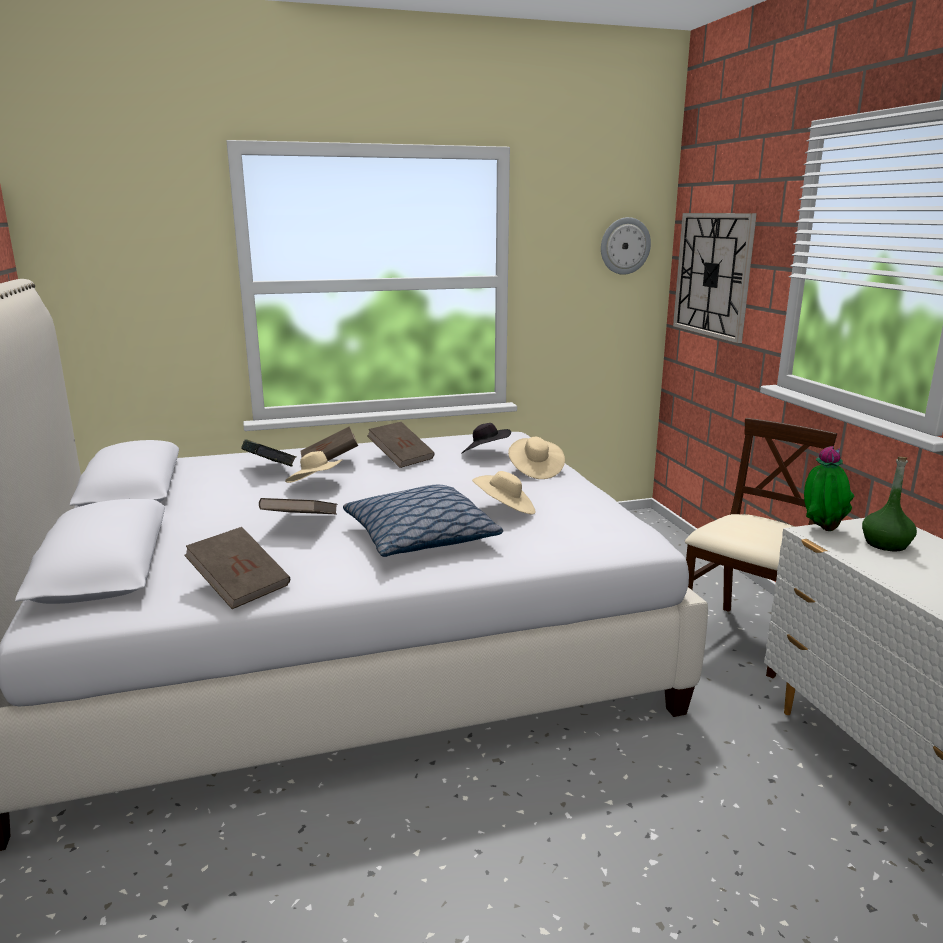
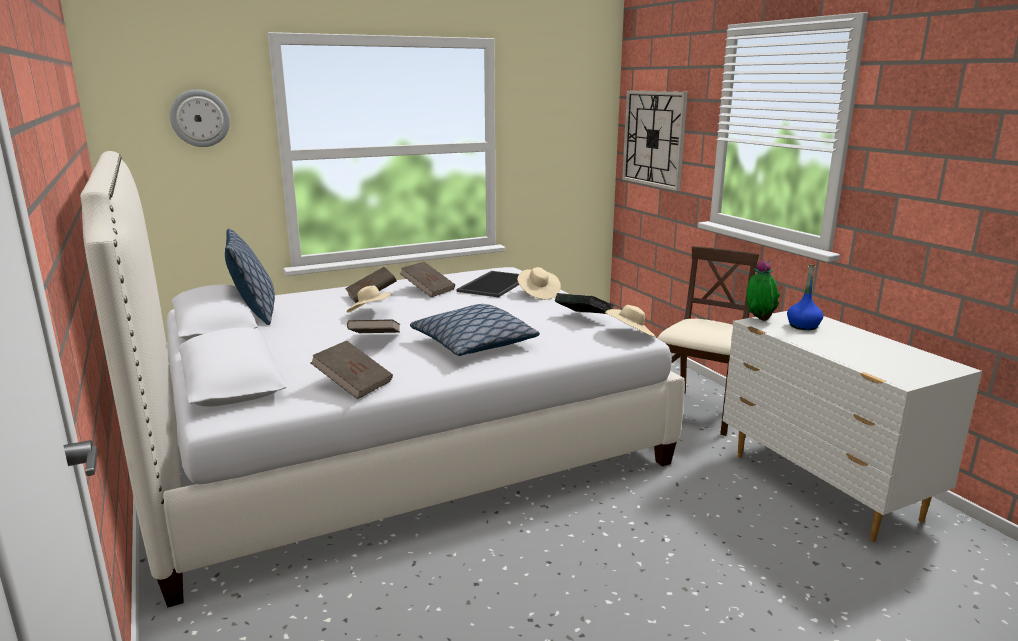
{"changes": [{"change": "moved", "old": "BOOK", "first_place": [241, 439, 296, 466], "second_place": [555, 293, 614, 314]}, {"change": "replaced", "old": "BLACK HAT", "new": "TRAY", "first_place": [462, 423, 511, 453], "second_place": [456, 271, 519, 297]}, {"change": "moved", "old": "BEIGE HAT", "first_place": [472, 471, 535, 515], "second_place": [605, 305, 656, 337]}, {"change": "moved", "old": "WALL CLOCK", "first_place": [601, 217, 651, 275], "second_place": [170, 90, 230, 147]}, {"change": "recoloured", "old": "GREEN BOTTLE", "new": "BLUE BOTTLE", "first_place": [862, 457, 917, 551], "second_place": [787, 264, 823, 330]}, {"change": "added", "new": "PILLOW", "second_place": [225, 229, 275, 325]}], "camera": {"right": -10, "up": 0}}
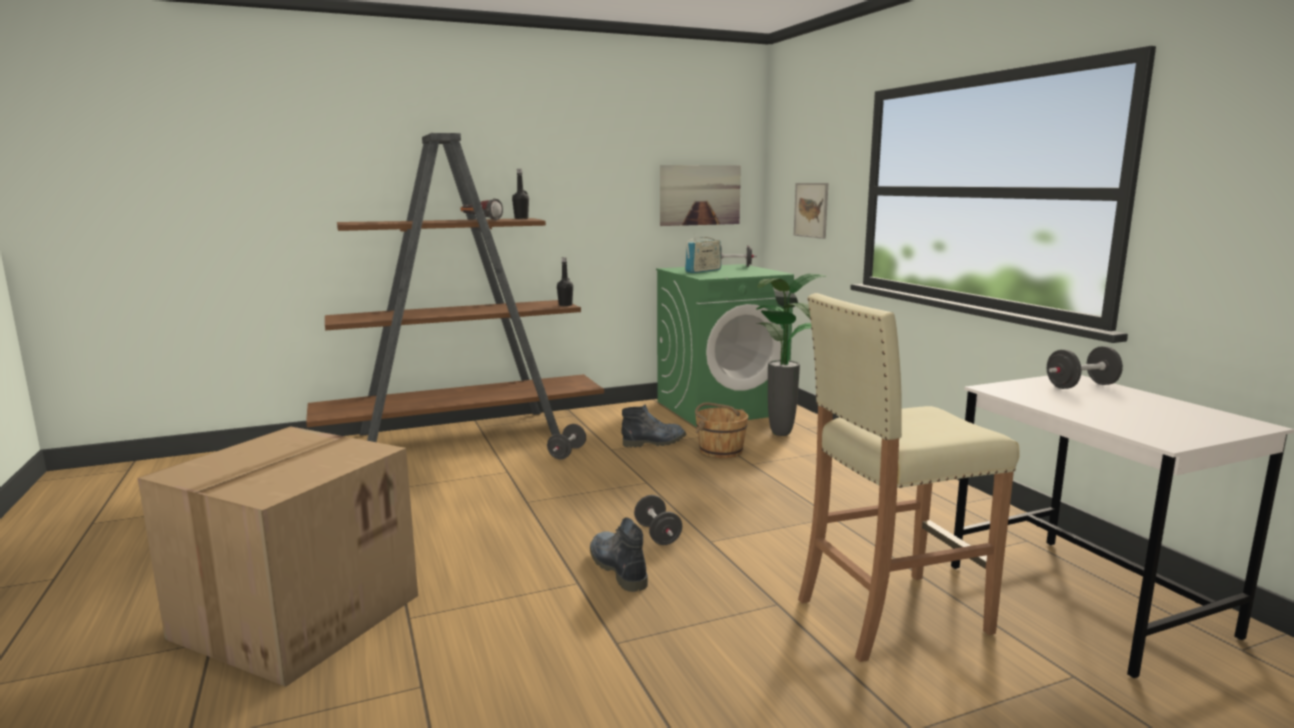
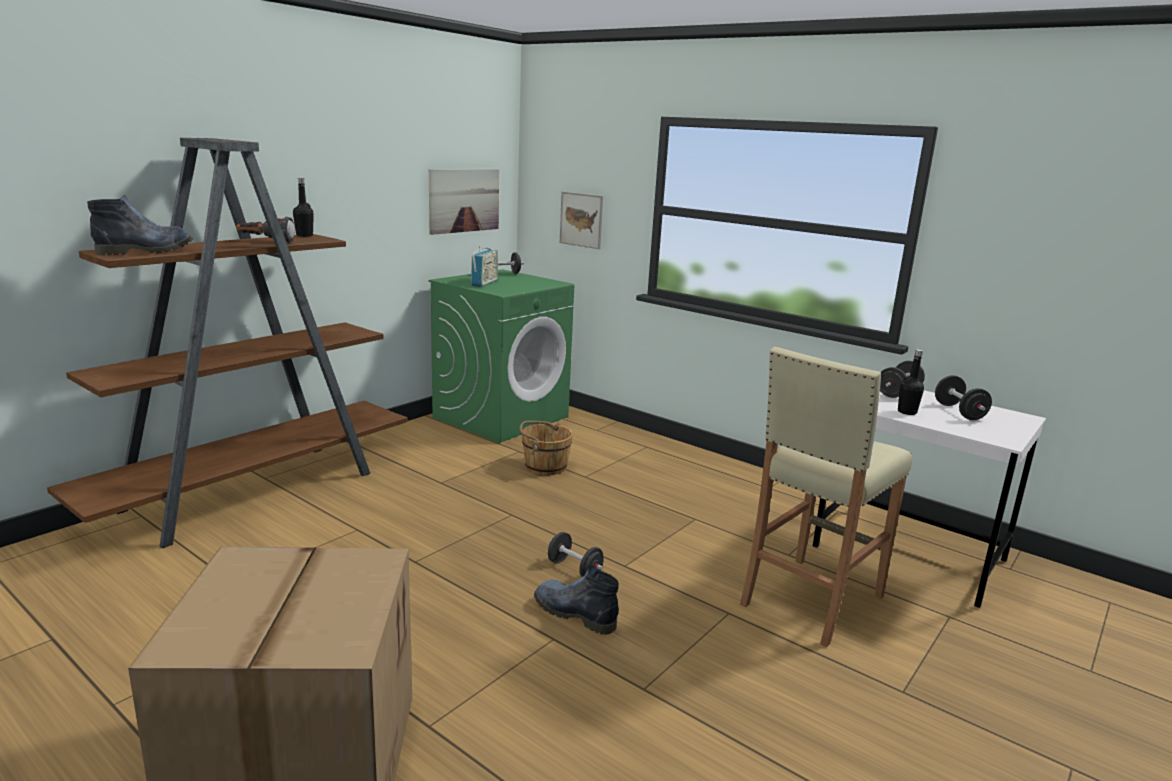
{"changes": [{"change": "moved", "old": "BLACK DUMBBELL", "first_place": [547, 424, 586, 459], "second_place": [935, 375, 992, 420]}, {"change": "moved", "old": "BLACK BOTTLE", "first_place": [557, 257, 573, 306], "second_place": [898, 349, 924, 415]}, {"change": "moved", "old": "BOOT", "first_place": [621, 404, 686, 448], "second_place": [87, 194, 193, 255]}, {"change": "removed", "old": "POTTED PLANT", "first_place": [756, 273, 827, 436]}], "camera": {"right": -30, "up": 5}}
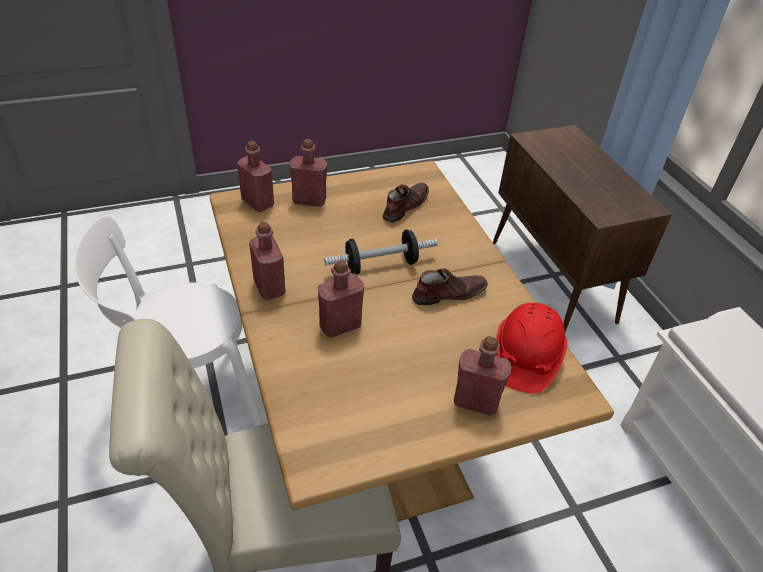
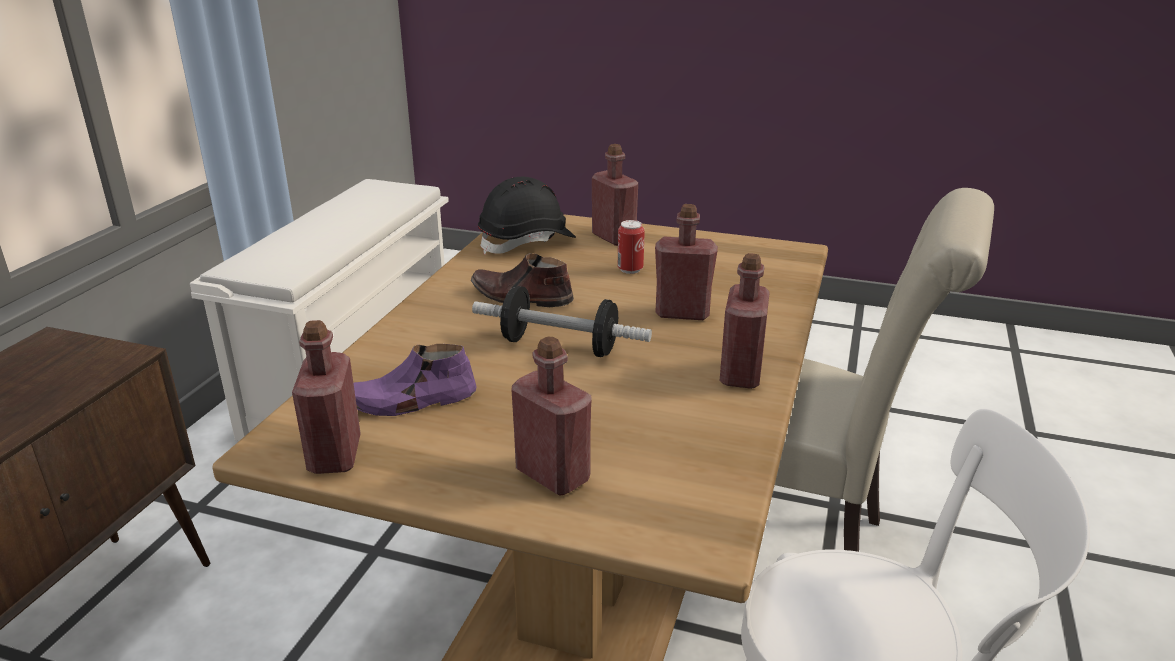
{"changes": [{"change": "moved", "old": "RED BOTTLE", "first_place": [237, 141, 274, 212], "second_place": [292, 320, 361, 474]}, {"change": "recoloured", "old": "BROWN SHOE", "new": "PURPLE SHOE", "first_place": [382, 182, 429, 223], "second_place": [353, 344, 476, 416]}, {"change": "recoloured", "old": "RED HARD HAT", "new": "BLACK HARD HAT", "first_place": [496, 303, 568, 394], "second_place": [478, 176, 576, 254]}, {"change": "added", "new": "CAN", "second_place": [618, 220, 645, 274]}], "camera": {"right": -140, "up": -15}}
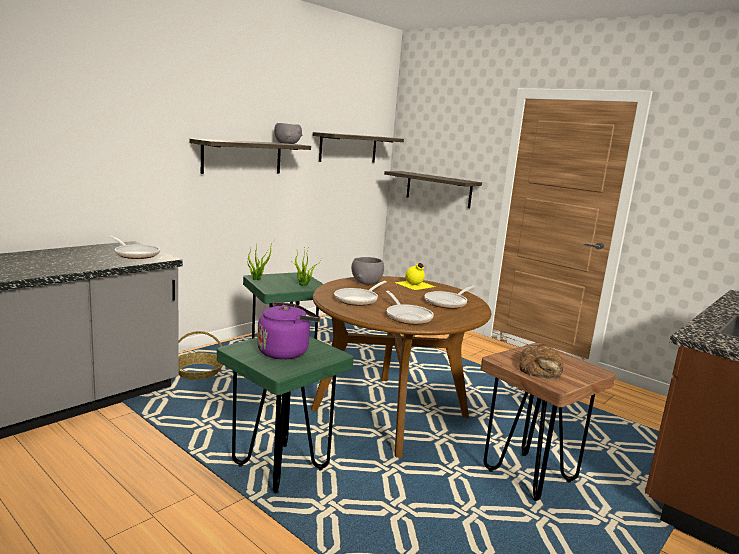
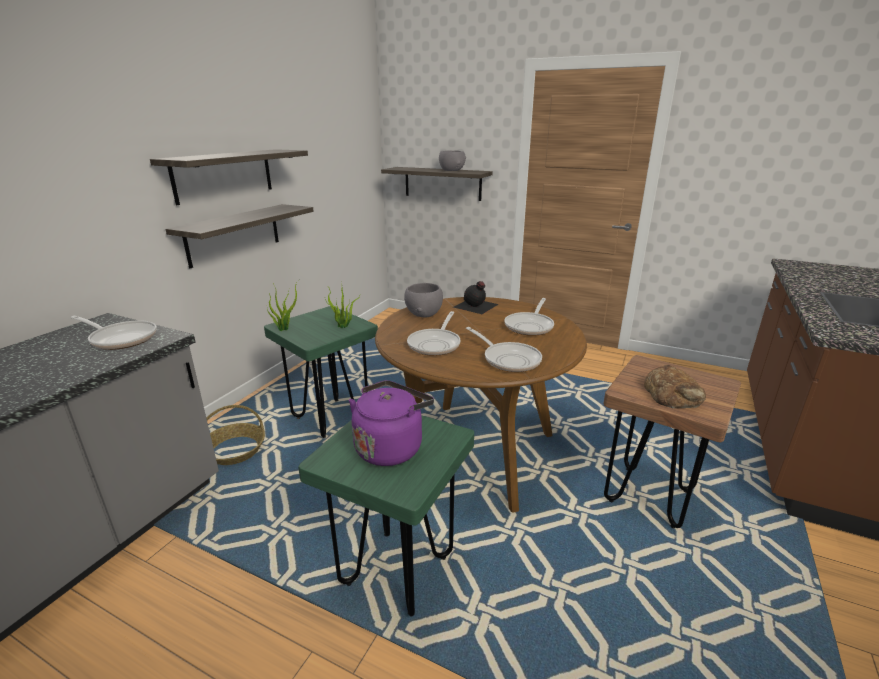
{"changes": [{"change": "moved", "old": "GREY BOWL", "first_place": [274, 123, 303, 144], "second_place": [439, 150, 466, 171]}, {"change": "moved", "old": "SHELF", "first_place": [313, 132, 404, 163], "second_place": [165, 204, 314, 268]}, {"change": "recoloured", "old": "YELLOW BOTTLE", "new": "BLACK BOTTLE", "first_place": [394, 263, 435, 290], "second_place": [453, 281, 499, 314]}], "camera": {"right": -15, "up": 10}}
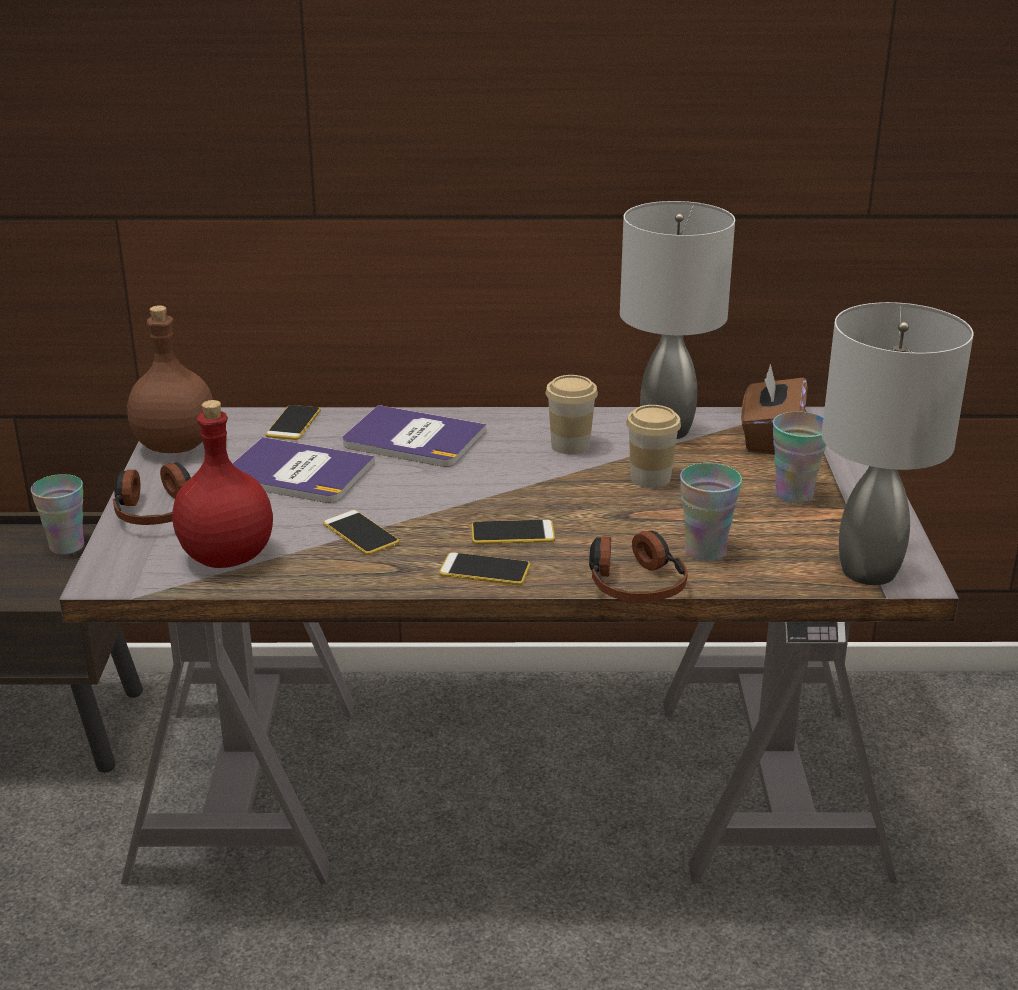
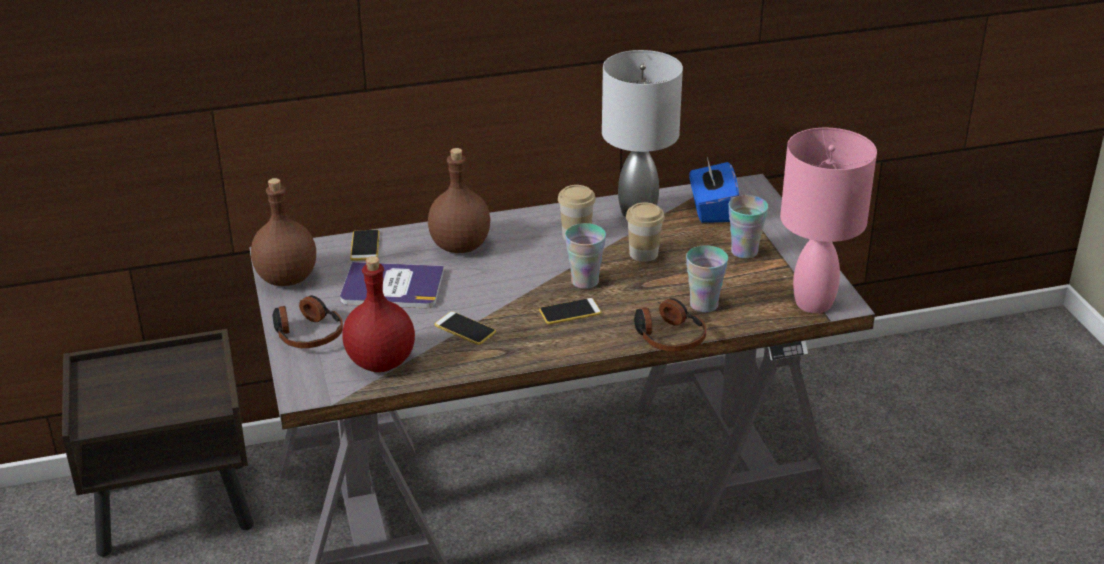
{"changes": [{"change": "moved", "old": "CUP", "first_place": [31, 474, 84, 554], "second_place": [565, 223, 606, 289]}, {"change": "replaced", "old": "BOOK", "new": "BROWN BOTTLE", "first_place": [343, 405, 486, 467], "second_place": [428, 148, 490, 253]}, {"change": "removed", "old": "PHONE", "first_place": [439, 552, 530, 585]}, {"change": "recoloured", "old": "BROWN TISSUE BOX", "new": "BLUE TISSUE BOX", "first_place": [741, 364, 807, 455], "second_place": [690, 157, 739, 223]}, {"change": "recoloured", "old": "GREY TABLE LAMP", "new": "PINK TABLE LAMP", "first_place": [822, 302, 974, 585], "second_place": [780, 128, 877, 313]}], "camera": {"right": -15, "up": 5}}
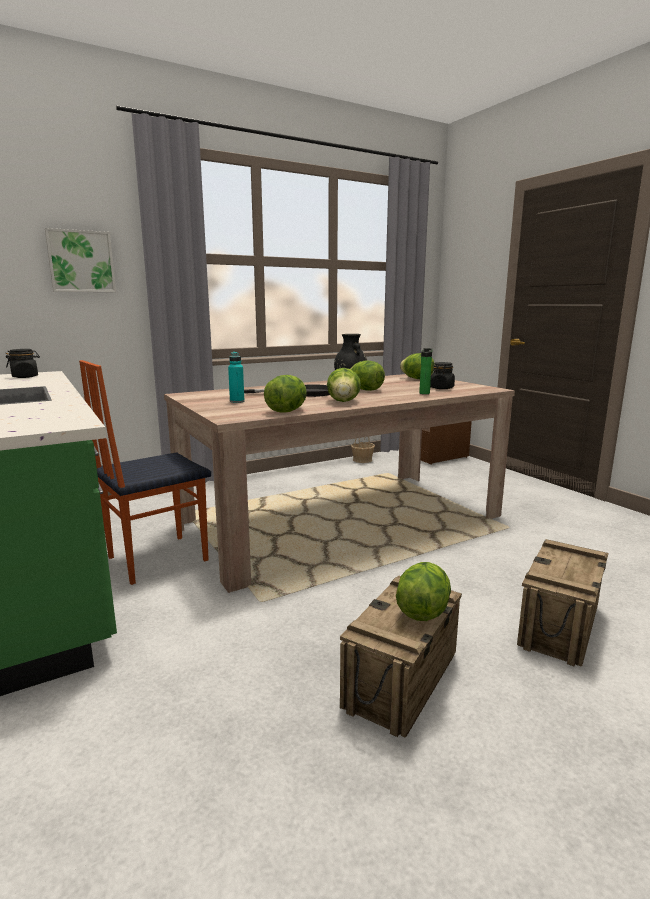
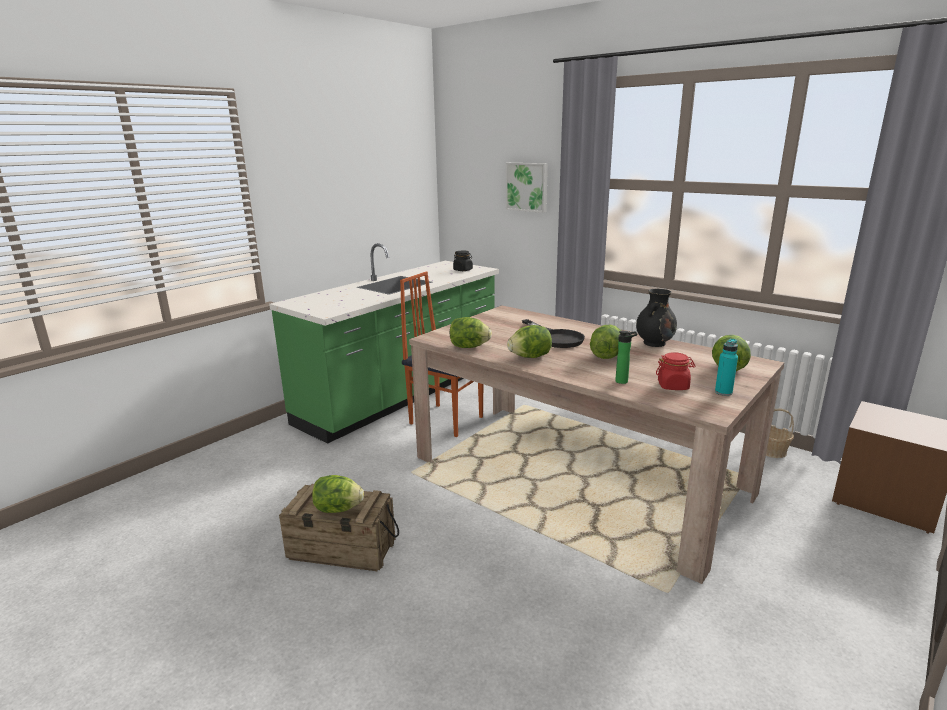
{"changes": [{"change": "moved", "old": "TURQUOISE BOTTLE", "first_place": [228, 352, 245, 403], "second_place": [715, 339, 738, 396]}, {"change": "recoloured", "old": "BLACK JAR", "new": "RED JAR", "first_place": [430, 362, 455, 389], "second_place": [656, 352, 695, 390]}, {"change": "removed", "old": "CRATE", "first_place": [517, 539, 608, 667]}], "camera": {"right": 70, "up": 5}}
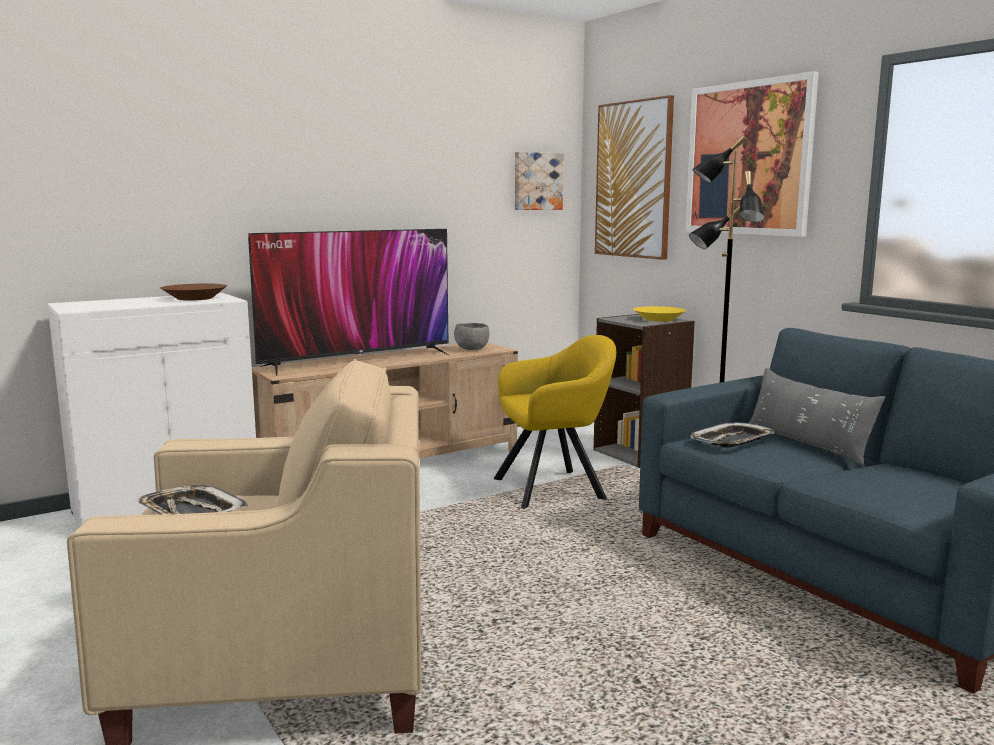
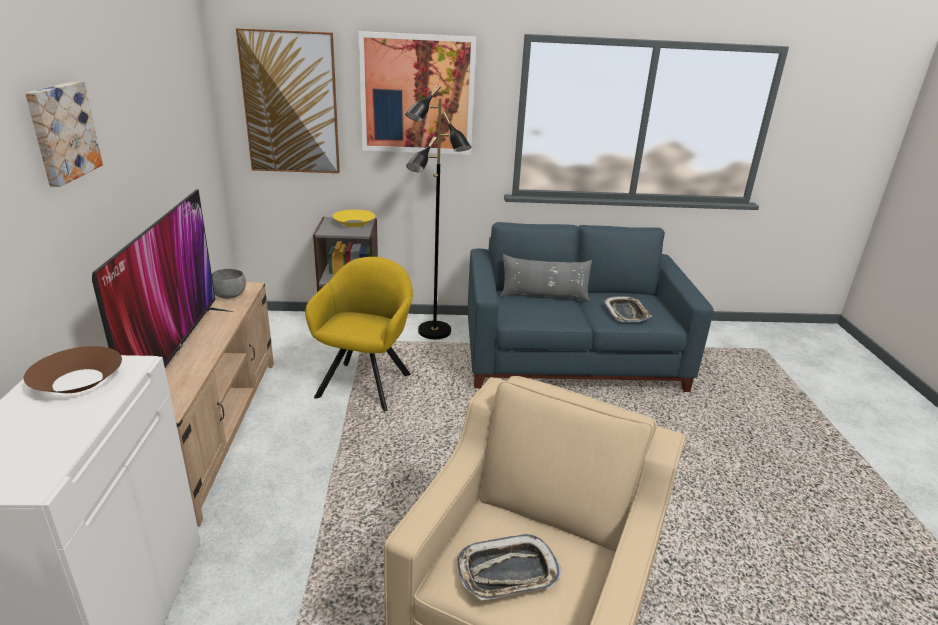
{"changes": [{"change": "moved", "old": "PICTURE", "first_place": [515, 152, 564, 210], "second_place": [25, 81, 103, 187]}, {"change": "moved", "old": "TRAY", "first_place": [690, 422, 774, 448], "second_place": [603, 296, 652, 322]}], "camera": {"right": -60, "up": 15}}
